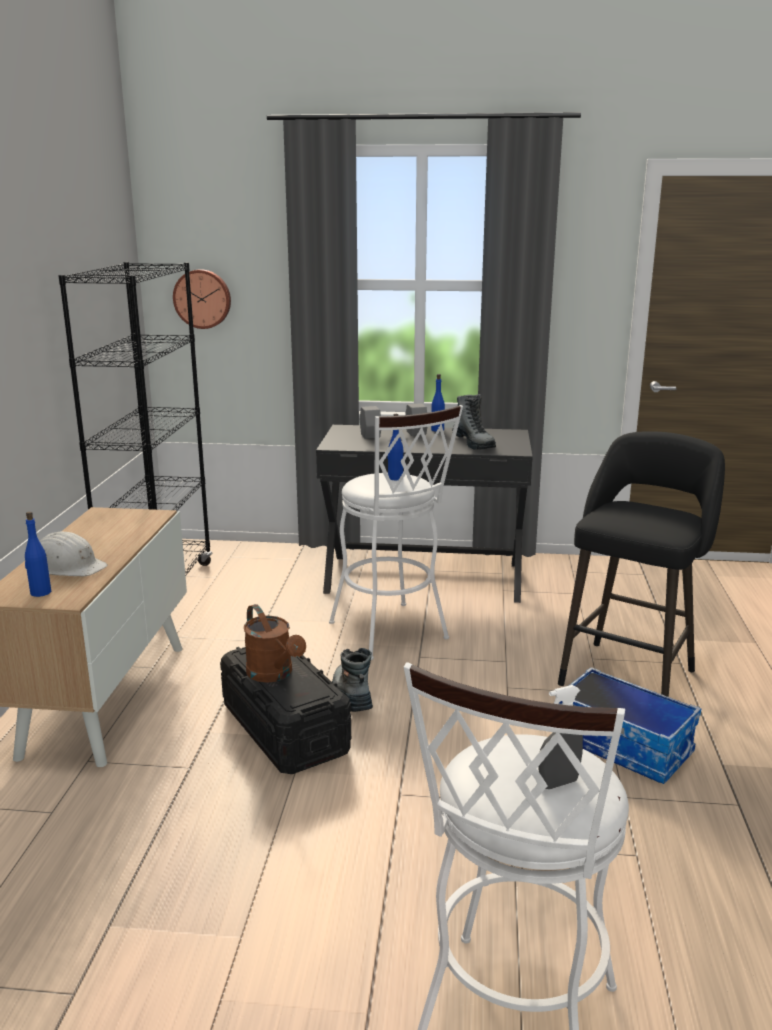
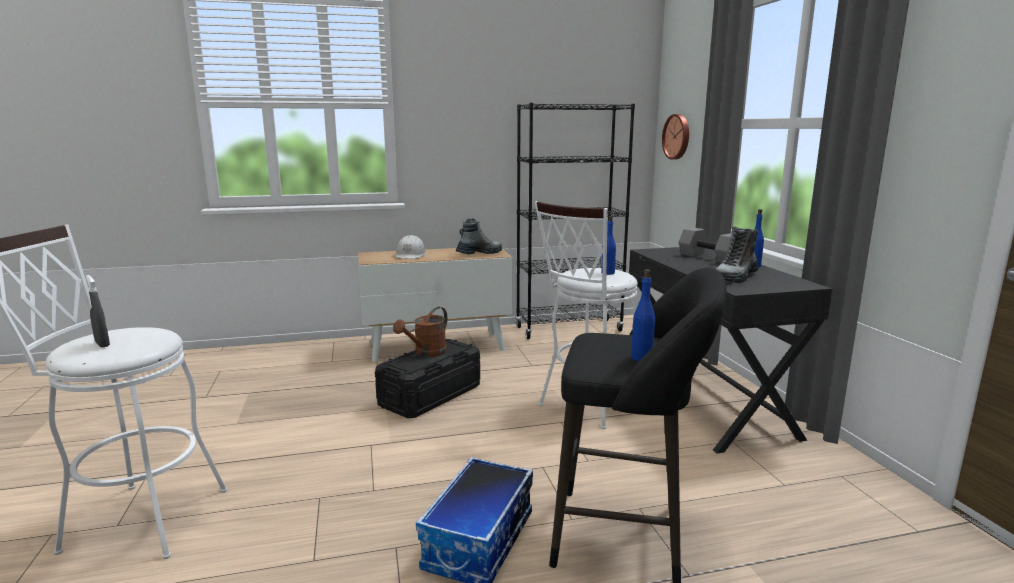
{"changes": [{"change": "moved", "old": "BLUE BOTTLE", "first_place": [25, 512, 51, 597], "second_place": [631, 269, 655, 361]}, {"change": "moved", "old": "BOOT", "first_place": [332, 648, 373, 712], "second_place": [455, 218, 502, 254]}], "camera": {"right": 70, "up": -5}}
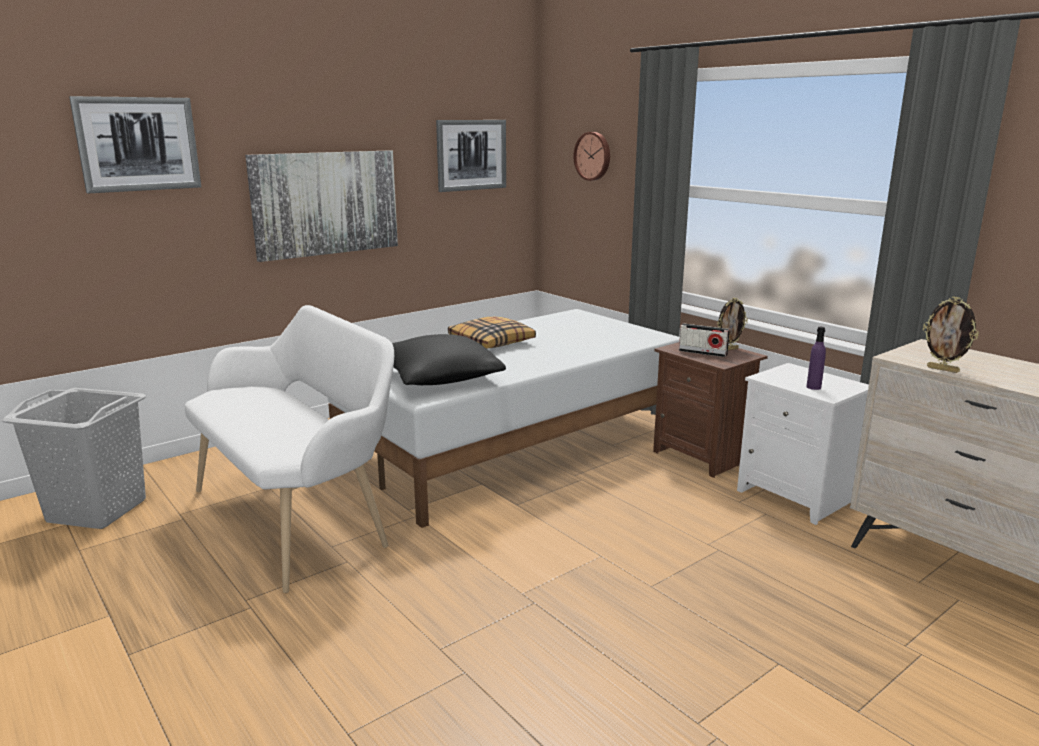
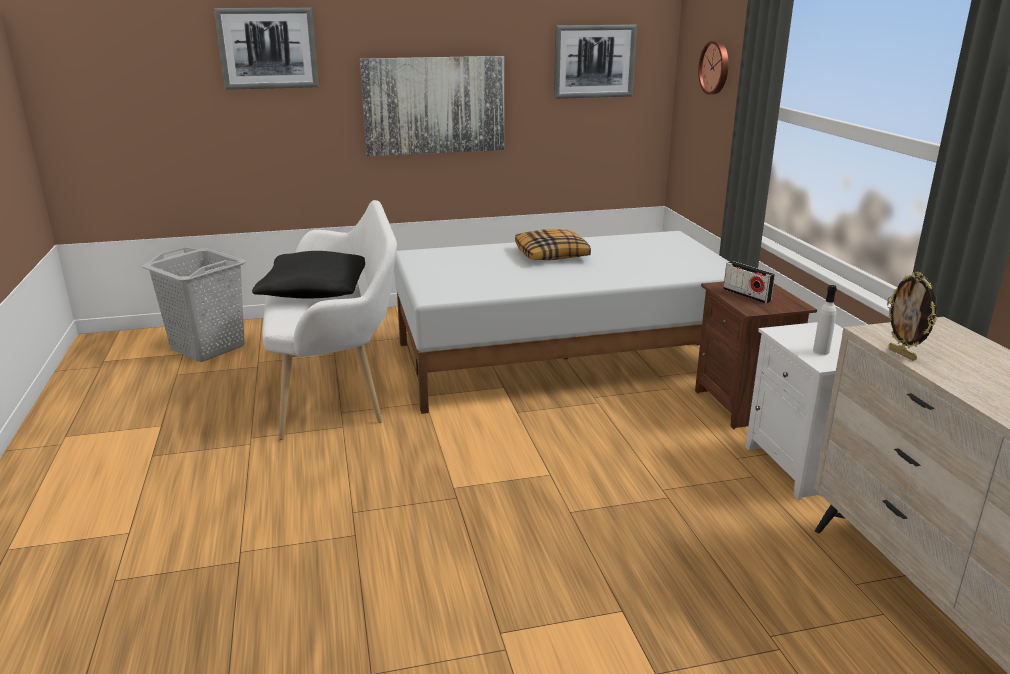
{"changes": [{"change": "moved", "old": "BLACK PILLOW", "first_place": [392, 334, 506, 385], "second_place": [252, 251, 365, 298]}, {"change": "removed", "old": "PICTURE FRAME", "first_place": [717, 297, 748, 350]}, {"change": "recoloured", "old": "PURPLE BOTTLE", "new": "WHITE BOTTLE", "first_place": [806, 327, 826, 390], "second_place": [813, 285, 837, 355]}], "camera": {"right": 25, "up": 5}}
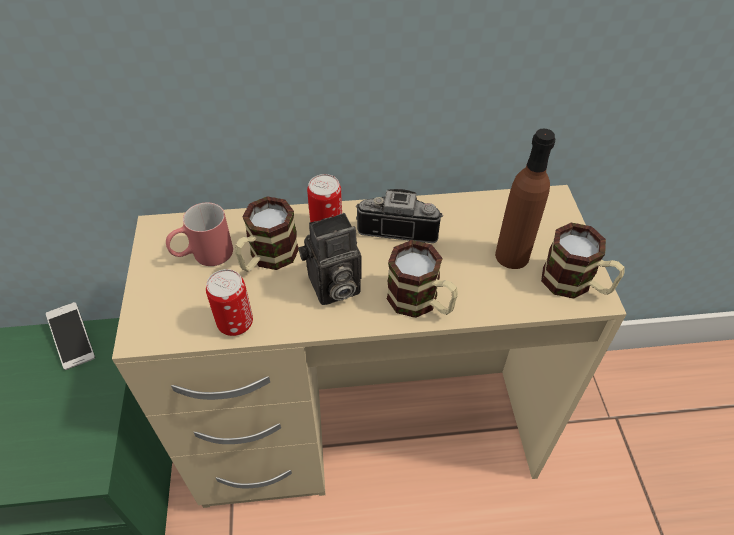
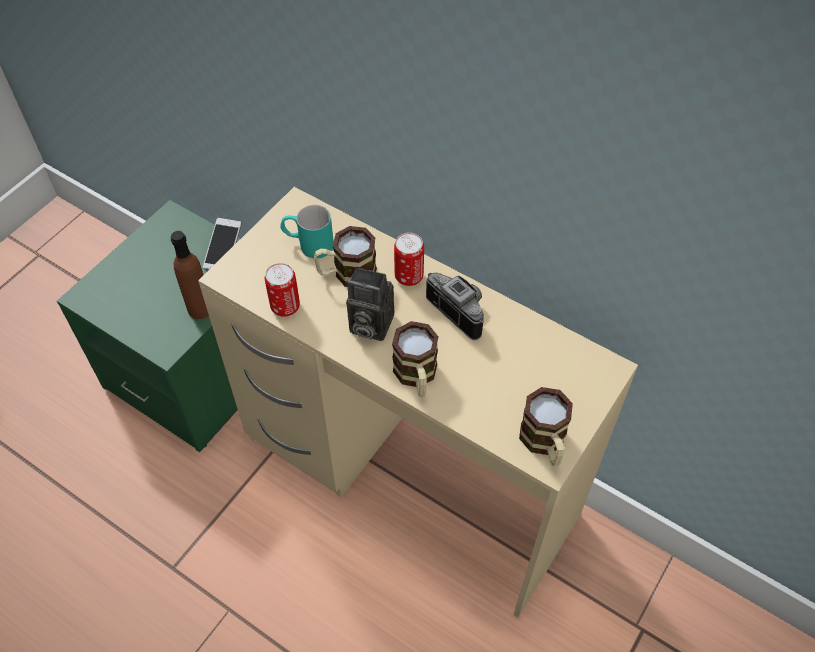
{"changes": [{"change": "recoloured", "old": "RED MUG", "new": "TURQUOISE MUG", "first_place": [166, 202, 233, 266], "second_place": [280, 205, 334, 258]}, {"change": "moved", "old": "BROWN BOTTLE", "first_place": [495, 129, 555, 269], "second_place": [171, 231, 209, 319]}], "camera": {"right": 40, "up": 5}}
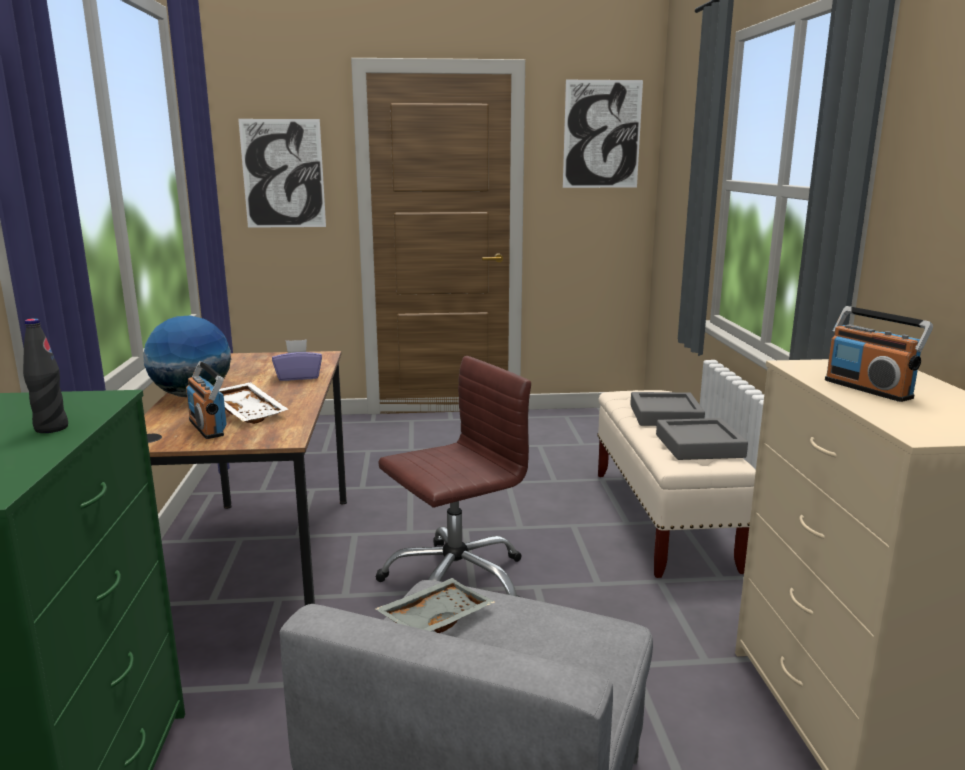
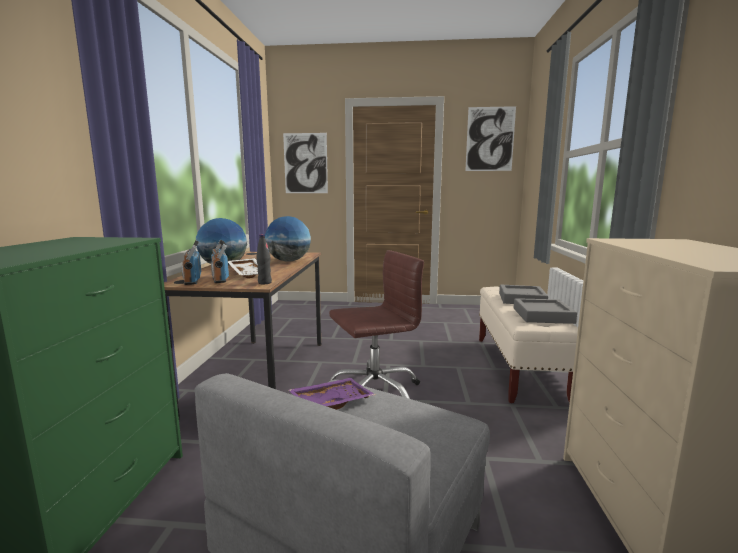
{"changes": [{"change": "moved", "old": "BLACK BOTTLE", "first_place": [23, 318, 68, 433], "second_place": [256, 234, 272, 284]}, {"change": "replaced", "old": "PURPLE TISSUE BOX", "new": "GLOBE", "first_place": [272, 339, 322, 381], "second_place": [265, 216, 311, 262]}, {"change": "recoloured", "old": "GREY TRAY", "new": "PURPLE TRAY", "first_place": [375, 578, 495, 633], "second_place": [289, 378, 375, 410]}, {"change": "moved", "old": "RADIO", "first_place": [825, 306, 933, 402], "second_place": [182, 240, 201, 285]}], "camera": {"right": 10, "up": -5}}
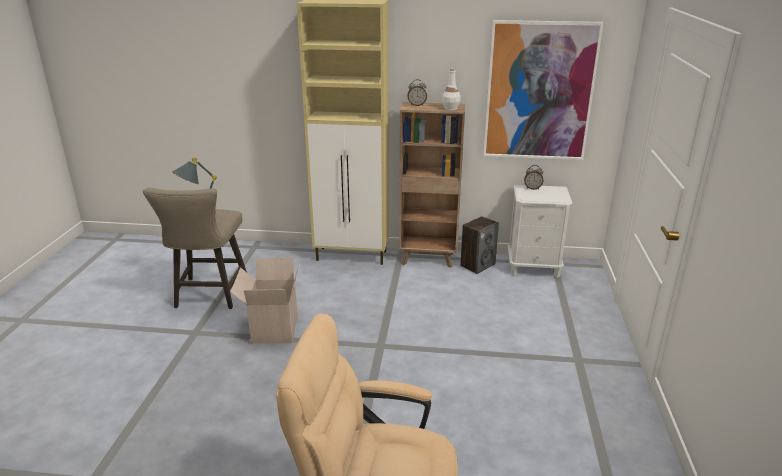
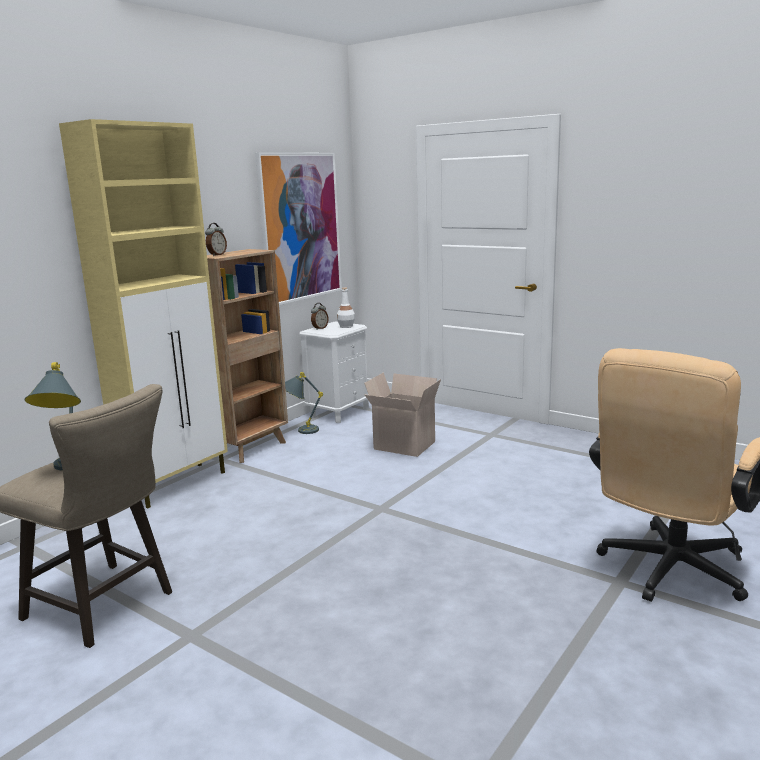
{"changes": [{"change": "moved", "old": "CARDBOARD BOX", "first_place": [231, 258, 300, 344], "second_place": [364, 372, 441, 457]}, {"change": "moved", "old": "WHITE BOTTLE", "first_place": [442, 68, 461, 110], "second_place": [337, 288, 355, 328]}, {"change": "replaced", "old": "SPEAKER", "new": "GREY TABLE LAMP", "first_place": [460, 216, 499, 274], "second_place": [285, 372, 323, 434]}], "camera": {"right": -60, "up": -10}}
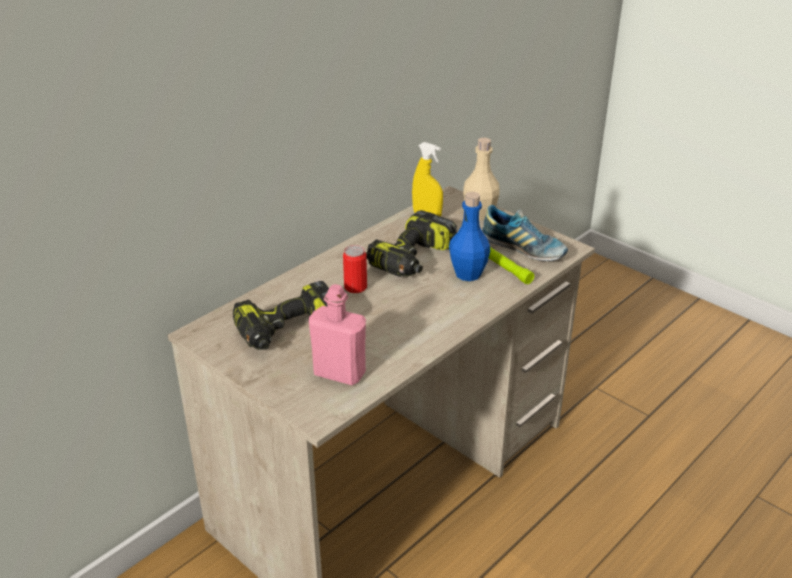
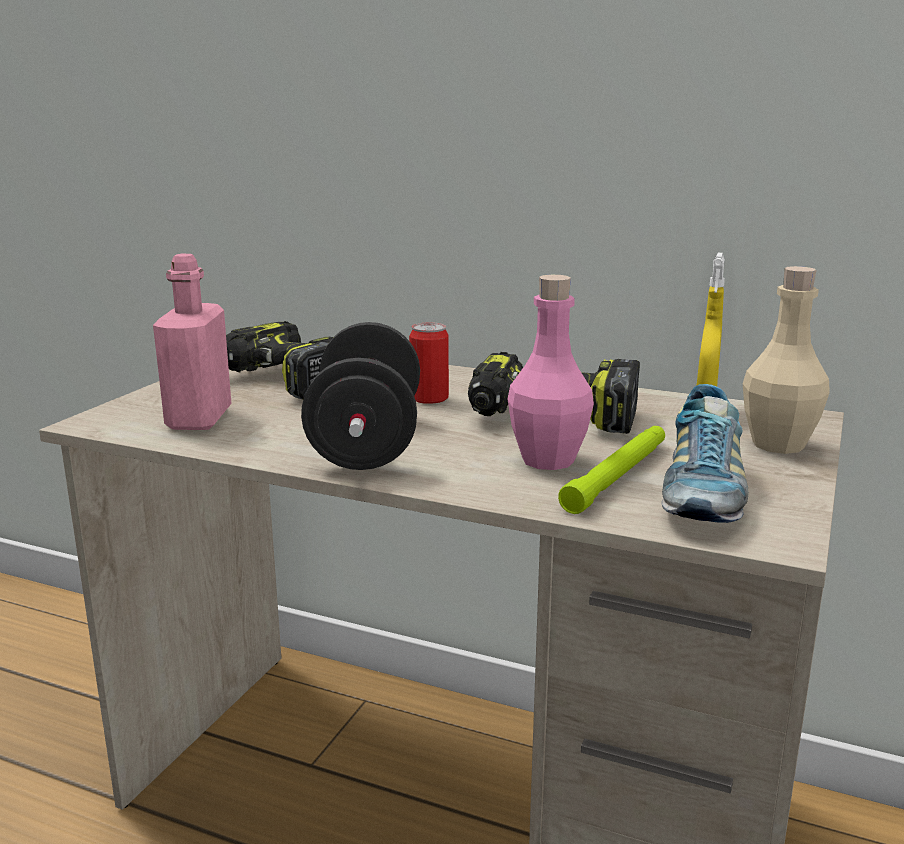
{"changes": [{"change": "recoloured", "old": "BLUE BOTTLE", "new": "PINK BOTTLE", "first_place": [449, 192, 490, 281], "second_place": [507, 275, 594, 470]}, {"change": "added", "new": "BLACK DUMBBELL", "second_place": [301, 322, 420, 470]}], "camera": {"right": 70, "up": -15}}
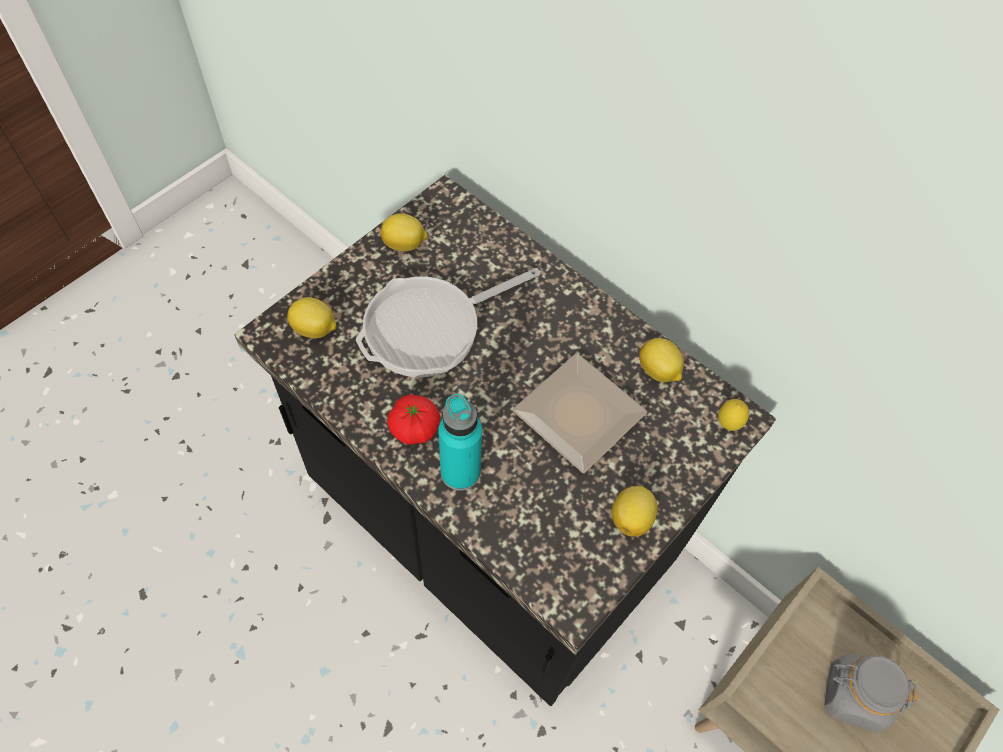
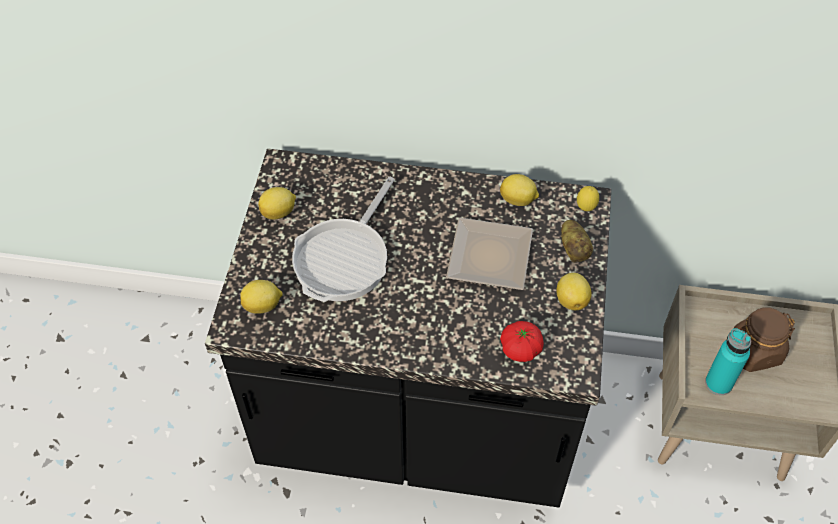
{"changes": [{"change": "moved", "old": "TOMATO", "first_place": [387, 394, 440, 445], "second_place": [500, 321, 544, 362]}, {"change": "moved", "old": "TURQUOISE BOTTLE", "first_place": [438, 394, 482, 491], "second_place": [705, 328, 751, 395]}, {"change": "recoloured", "old": "GREY JAR", "new": "BROWN JAR", "first_place": [824, 654, 918, 733], "second_place": [733, 307, 795, 372]}, {"change": "added", "new": "POTATO", "second_place": [561, 220, 593, 263]}], "camera": {"right": -30, "up": -5}}
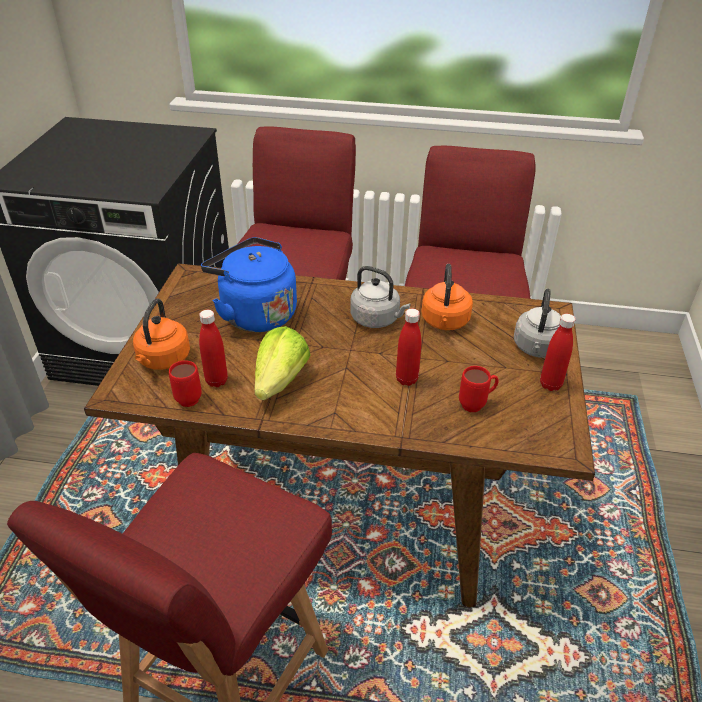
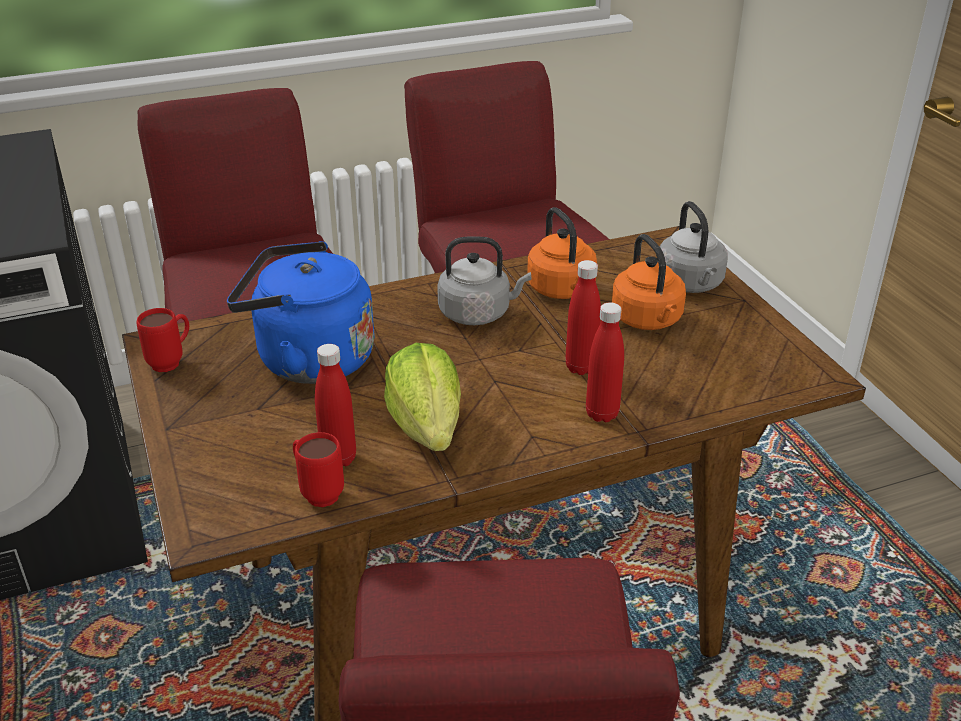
{"changes": [{"change": "moved", "old": "ORANGE KETTLE", "first_place": [133, 299, 190, 370], "second_place": [612, 234, 686, 330]}, {"change": "moved", "old": "RED MUG", "first_place": [459, 366, 499, 412], "second_place": [137, 308, 189, 372]}, {"change": "moved", "old": "RED BOTTLE", "first_place": [540, 314, 576, 391], "second_place": [586, 302, 624, 422]}], "camera": {"right": -30, "up": -5}}
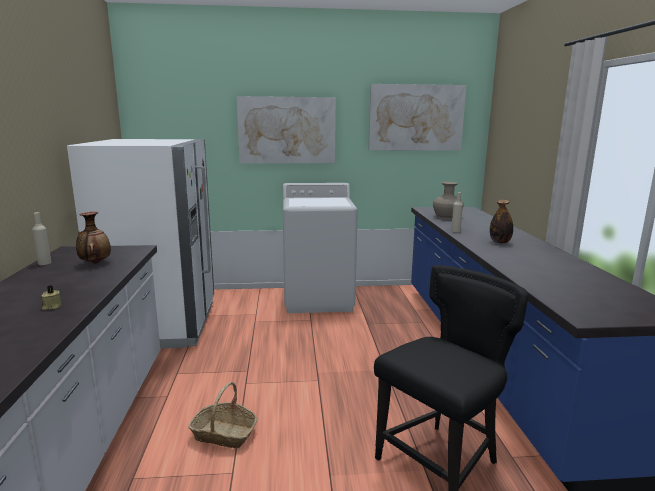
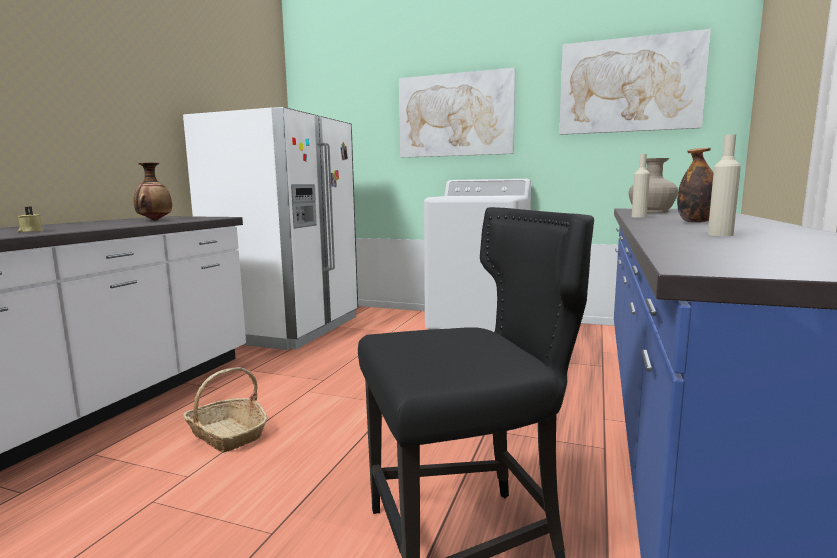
{"changes": [{"change": "moved", "old": "BEIGE BOTTLE", "first_place": [32, 212, 52, 265], "second_place": [708, 134, 741, 236]}], "camera": {"right": 25, "up": -5}}
